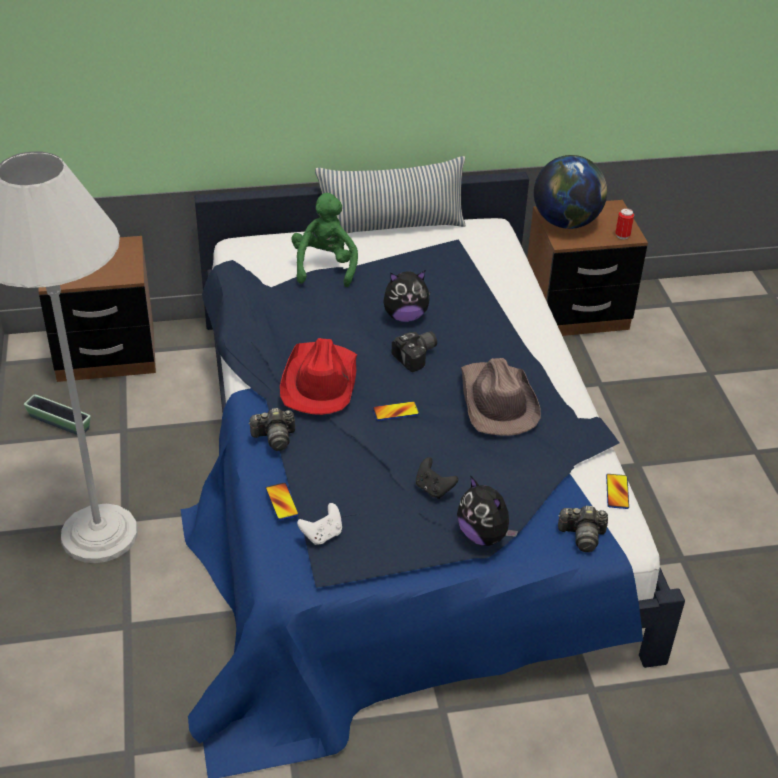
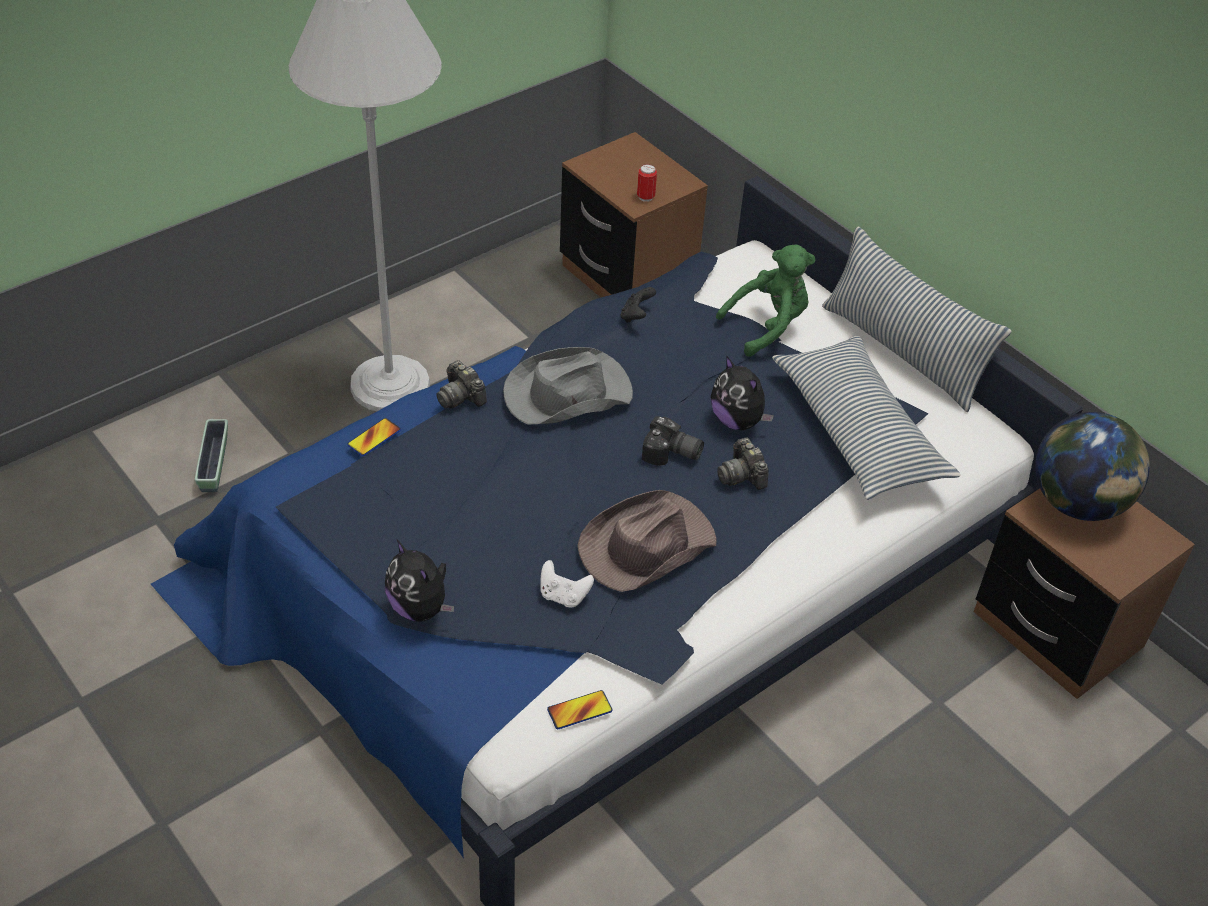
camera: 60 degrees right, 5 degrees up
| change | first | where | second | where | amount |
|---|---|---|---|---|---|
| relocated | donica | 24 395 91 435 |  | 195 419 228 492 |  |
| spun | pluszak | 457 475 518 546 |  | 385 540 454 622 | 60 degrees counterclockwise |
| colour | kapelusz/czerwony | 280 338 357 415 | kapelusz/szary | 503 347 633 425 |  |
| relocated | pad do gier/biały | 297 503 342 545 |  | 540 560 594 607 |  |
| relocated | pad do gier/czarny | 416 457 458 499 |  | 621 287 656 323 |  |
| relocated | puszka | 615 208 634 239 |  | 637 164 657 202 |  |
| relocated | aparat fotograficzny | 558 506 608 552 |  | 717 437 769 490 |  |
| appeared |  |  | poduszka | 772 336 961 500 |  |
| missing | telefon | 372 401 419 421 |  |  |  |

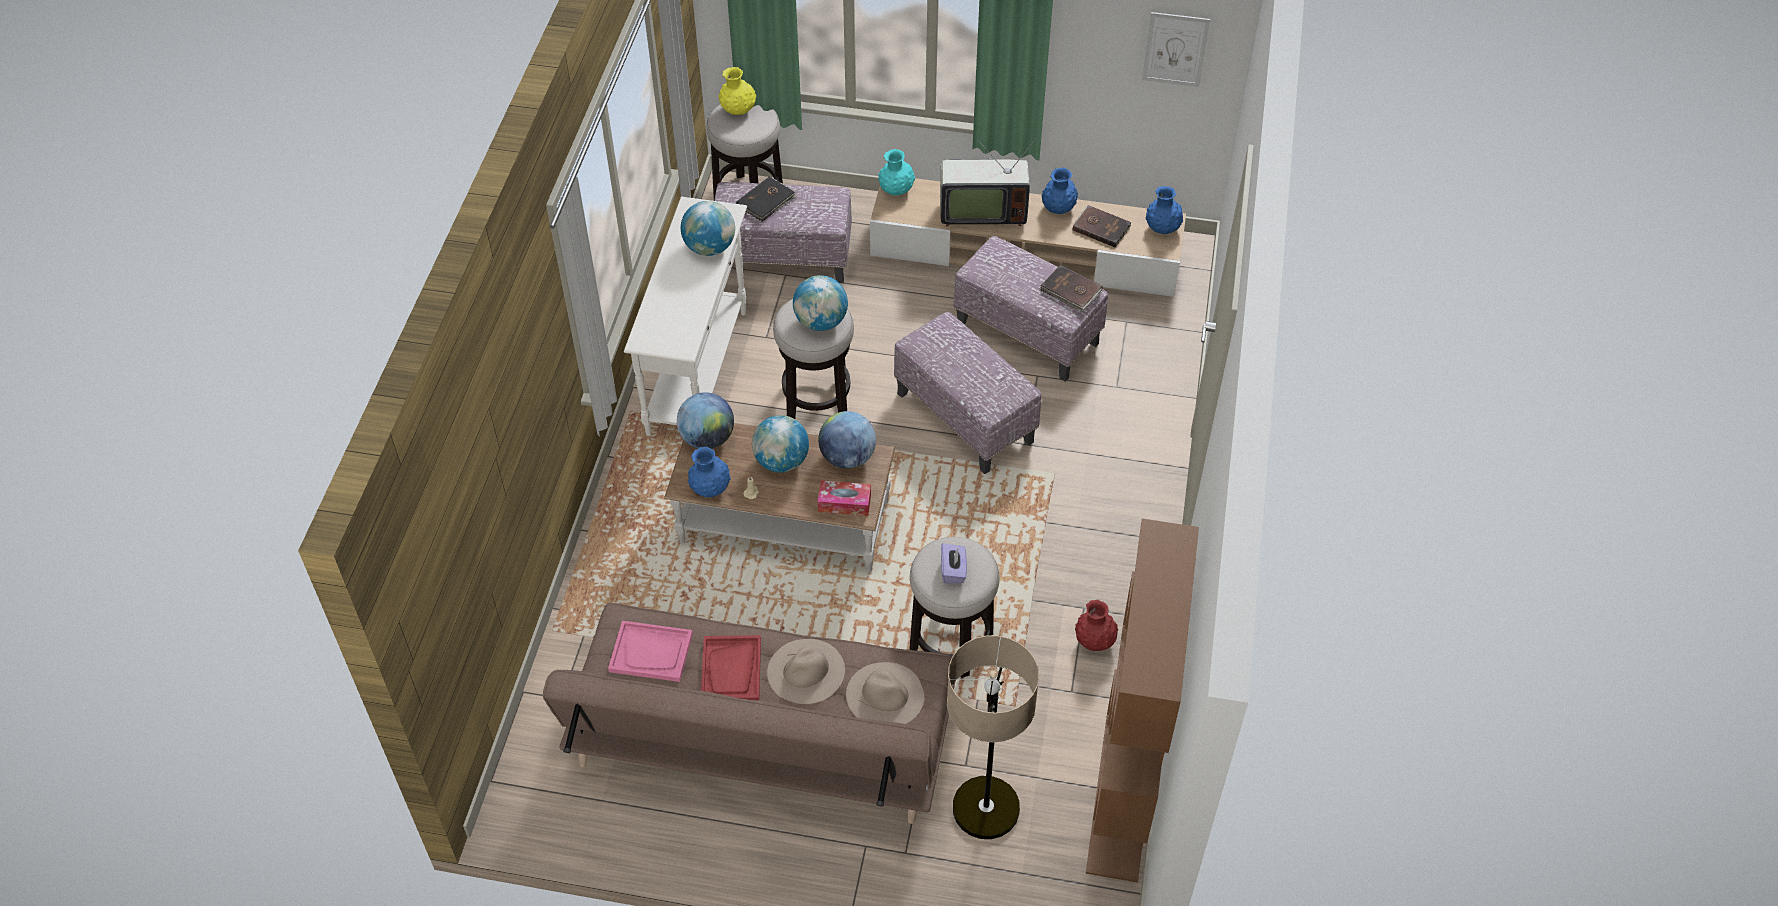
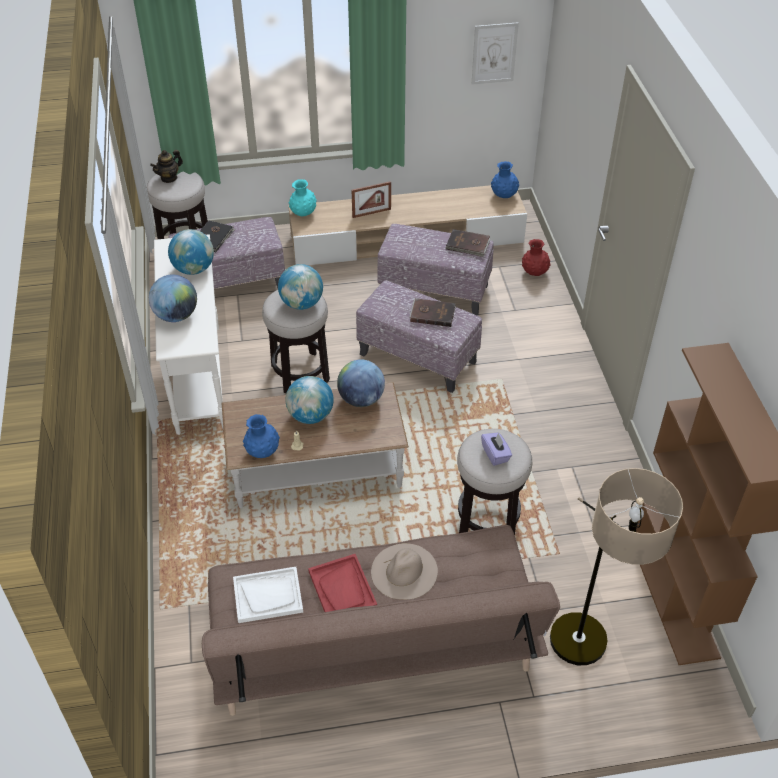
camera: 20 degrees left, 5 degrees down
| change | first | where | second | where | amount |
|---|---|---|---|---|---|
| relocated | globus | 677 392 734 449 |  | 149 275 197 322 |  |
| exchanged | wazon/żółty | 718 67 756 115 | imbryk | 150 150 183 183 |  |
| colour | taca/różowy | 608 621 693 682 | taca/biały | 233 567 303 623 |  |
| exchanged | telewizor | 940 138 1036 226 | ramka na zdjęcie | 351 181 391 218 |  |
| relocated | książka/brązowy | 1073 205 1132 247 |  | 409 298 456 327 |  |
| relocated | wazon/czerwony | 1075 600 1118 651 |  | 522 239 551 276 |  |
| missing | pudełko chusteczek | 818 480 871 516 |  |  |  |
| missing | kapelusz/beżowy | 846 662 924 724 |  |  |  |
| missing | wazon/niebieski | 1041 167 1078 214 |  |  |  |

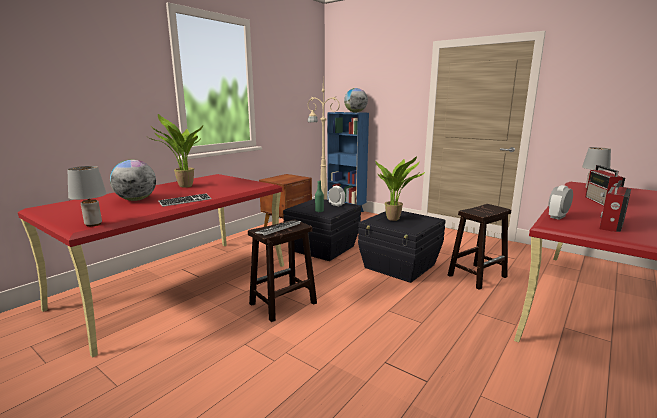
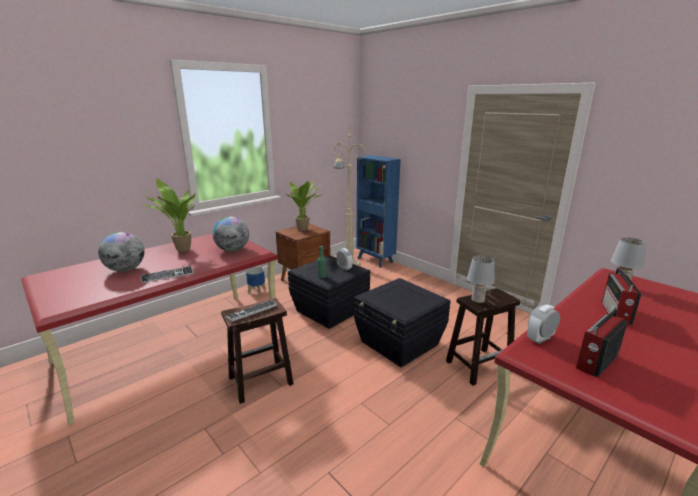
camera: 10 degrees right, 5 degrees up
| change | first | where | second | where | amount |
|---|---|---|---|---|---|
| relocated | globus | 344 88 368 113 |  | 212 216 249 252 |  |
| appeared |  |  | donica | 246 267 265 295 |  |
| relocated | roślina doniczkowa | 375 157 425 221 |  | 286 181 324 231 |  |
| relocated | lampa stołowa/szary | 67 166 107 227 |  | 467 255 495 304 |  |

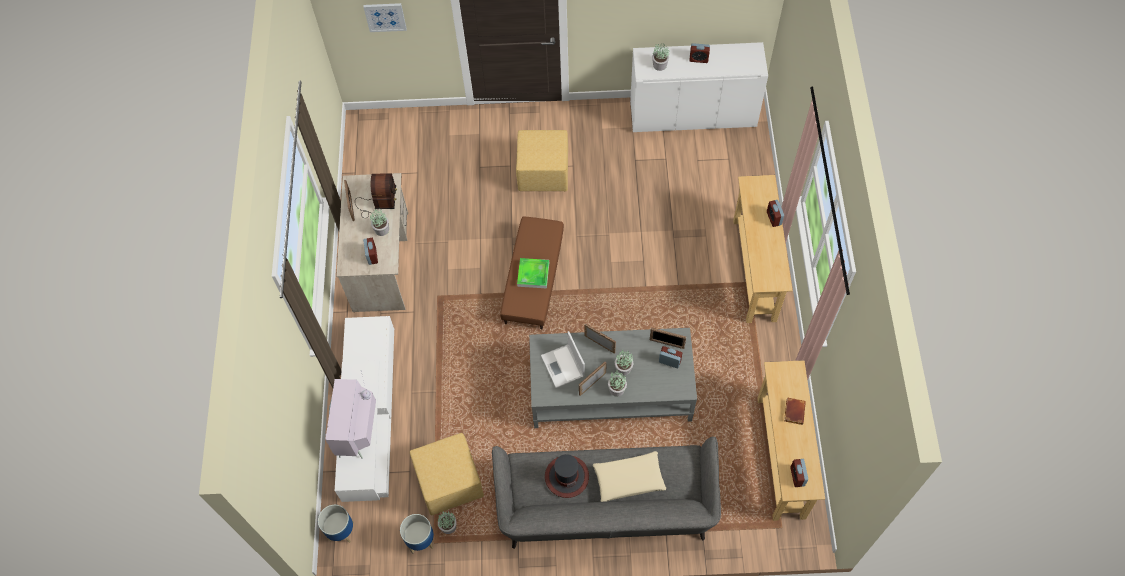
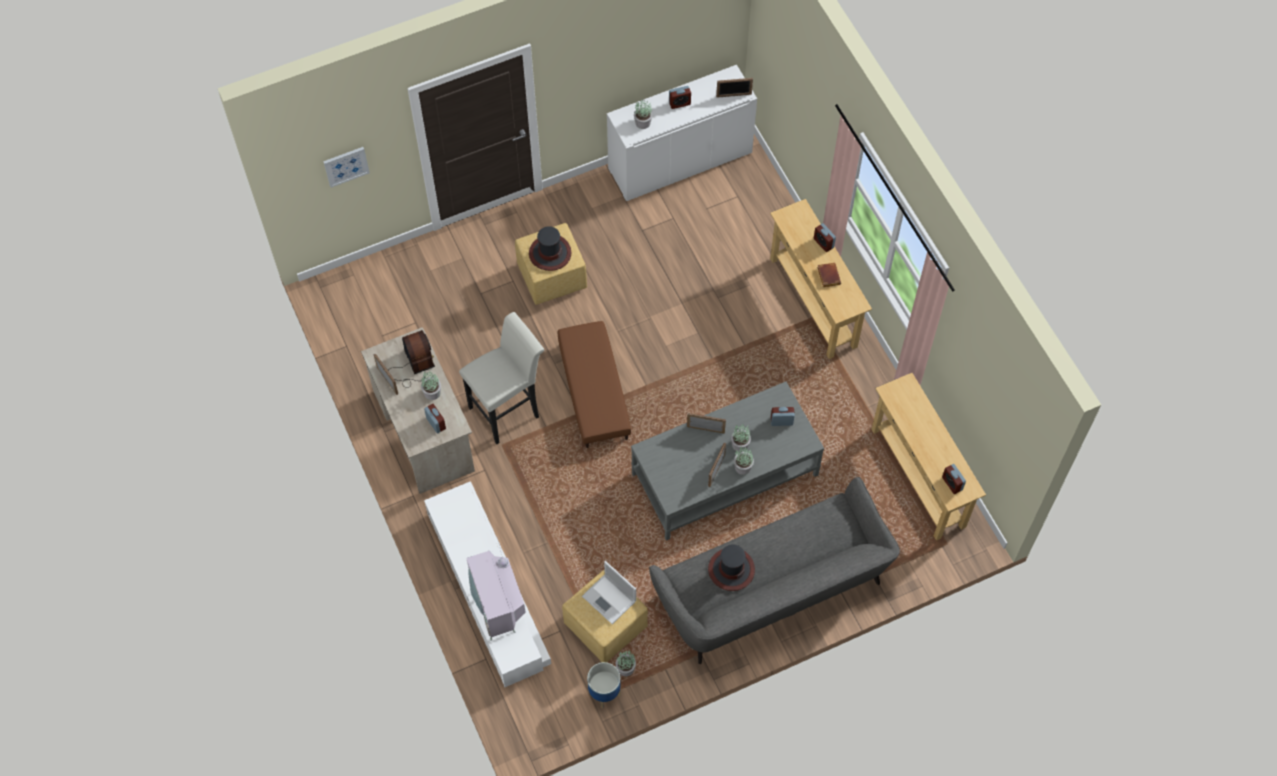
camera: 25 degrees left, 0 degrees up
| change | first | where | second | where | amount |
|---|---|---|---|---|---|
| appeared |  |  | stołek/biały | 459 312 545 444 |  |
| appeared |  |  | kapelusz | 529 226 571 271 |  |
| relocated | laptop | 541 331 585 388 |  | 582 561 636 624 |  |
| relocated | ramka na zdjęcie | 650 328 686 349 |  | 716 78 753 98 |  |
| relocated | książka/brązowy | 784 397 806 425 |  | 817 263 841 287 |  |
| missing | donica | 318 505 354 543 |  |  |  |
| missing | taca | 517 258 549 288 |  |  |  |
| missing | poduszka/beżowy | 593 451 666 502 |  |  |  |

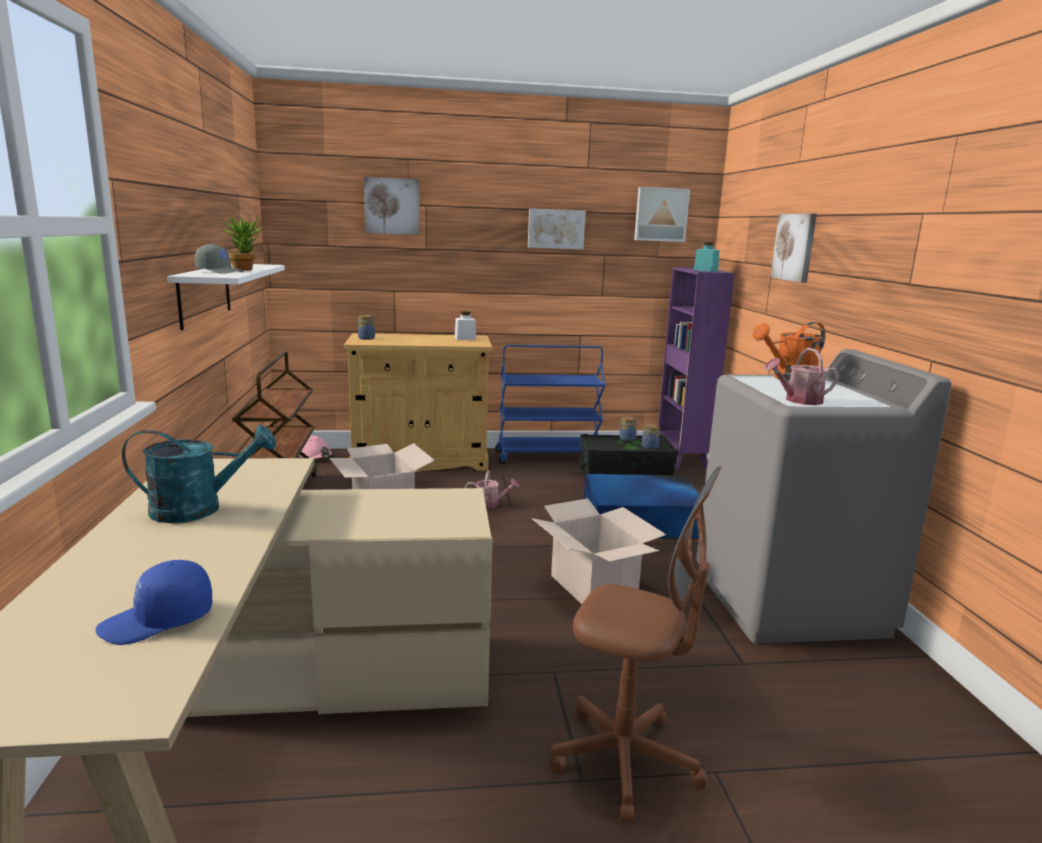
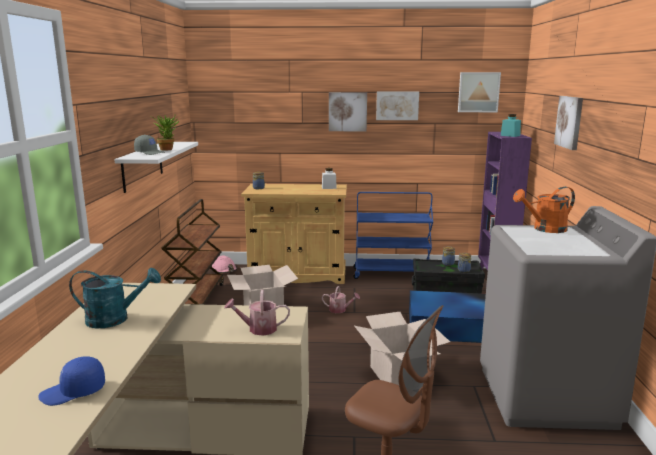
camera: 10 degrees right, 0 degrees up
| change | first | where | second | where | amount |
|---|---|---|---|---|---|
| relocated | konewka | 764 348 839 405 |  | 224 290 290 336 |  |
| relocated | obraz | 364 177 419 235 |  | 329 92 367 131 |  |

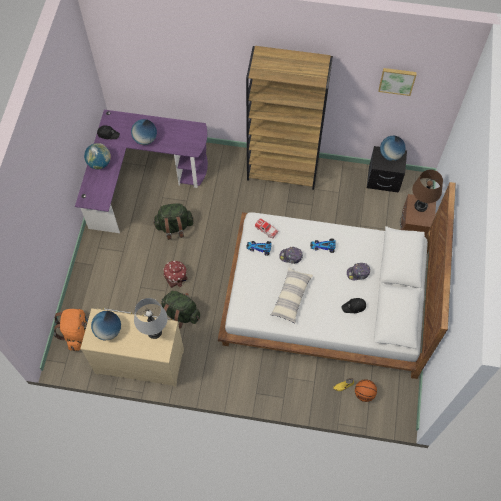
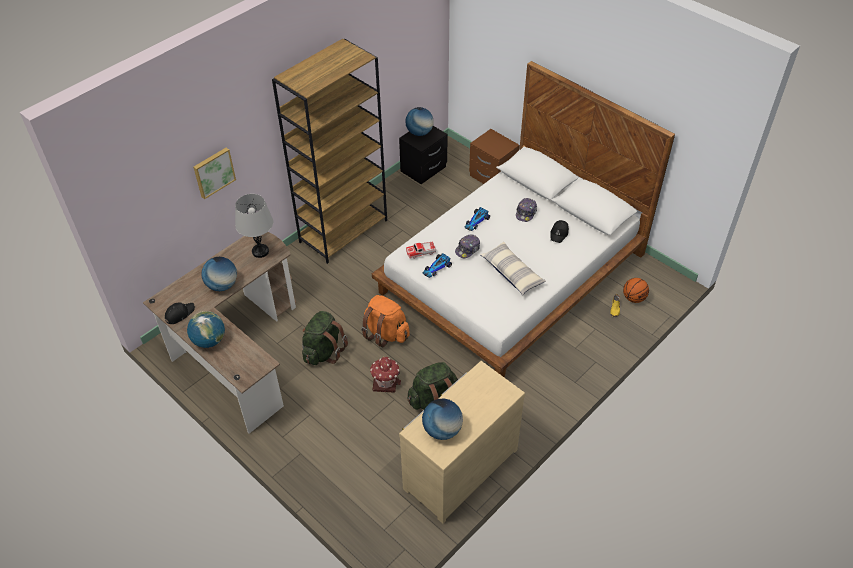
camera: 55 degrees left, 15 degrees down
| change | first | where | second | where | amount |
|---|---|---|---|---|---|
| colour | biurko/fioletowy | 75 110 208 233 | biurko/brązowy | 143 232 296 434 |  |
| relocated | obraz | 378 68 417 96 |  | 193 148 236 199 |  |
| relocated | lampa stołowa/szary | 134 298 168 339 |  | 235 194 273 258 |  |
| relocated | plecak/pomarańczowy | 54 309 88 351 |  | 361 295 410 347 |  |
| missing | lampa stołowa/brązowy | 412 170 443 212 |  |  |  |

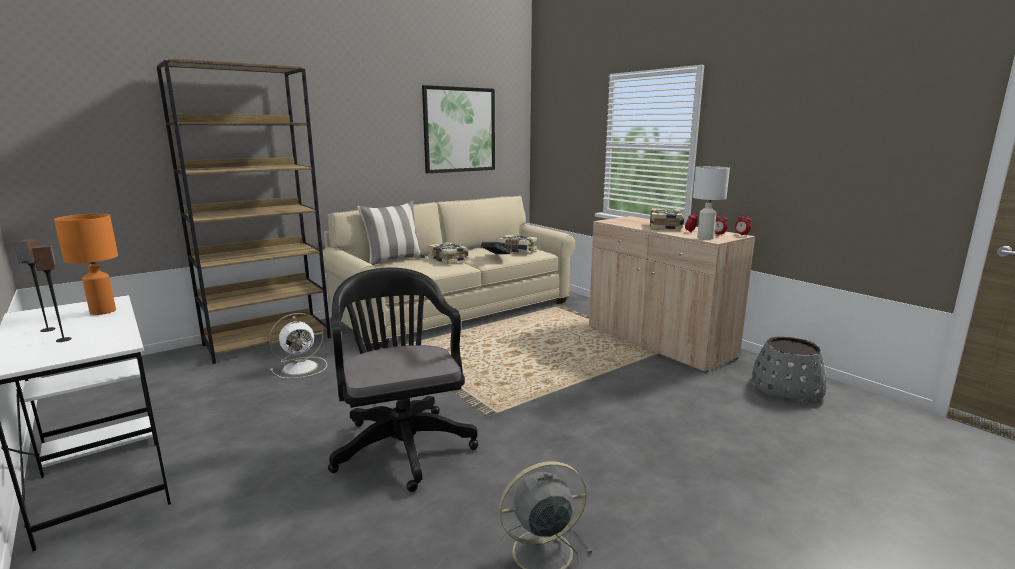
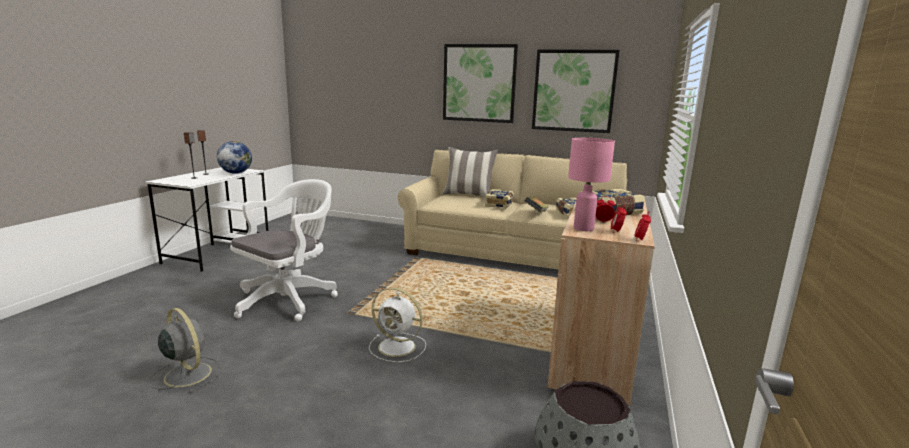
camera: 55 degrees right, 0 degrees up
| change | first | where | second | where | amount |
|---|---|---|---|---|---|
| exchanged | lampa stołowa/pomarańczowy | 54 214 118 315 | globus | 217 141 252 174 |  |
| colour | krzesło biurowe/czarny | 328 267 478 492 | krzesło biurowe/biały | 230 179 338 321 |  |
| relocated | wentylator/biały | 269 313 327 379 |  | 369 288 426 362 |  |
| appeared |  |  | obraz | 443 44 518 123 |  |
| colour | lampa stołowa/biały | 693 166 730 240 | lampa stołowa/różowy | 568 138 615 231 |  |
| missing | regał/brązowy | 156 58 331 364 |  |  |  |

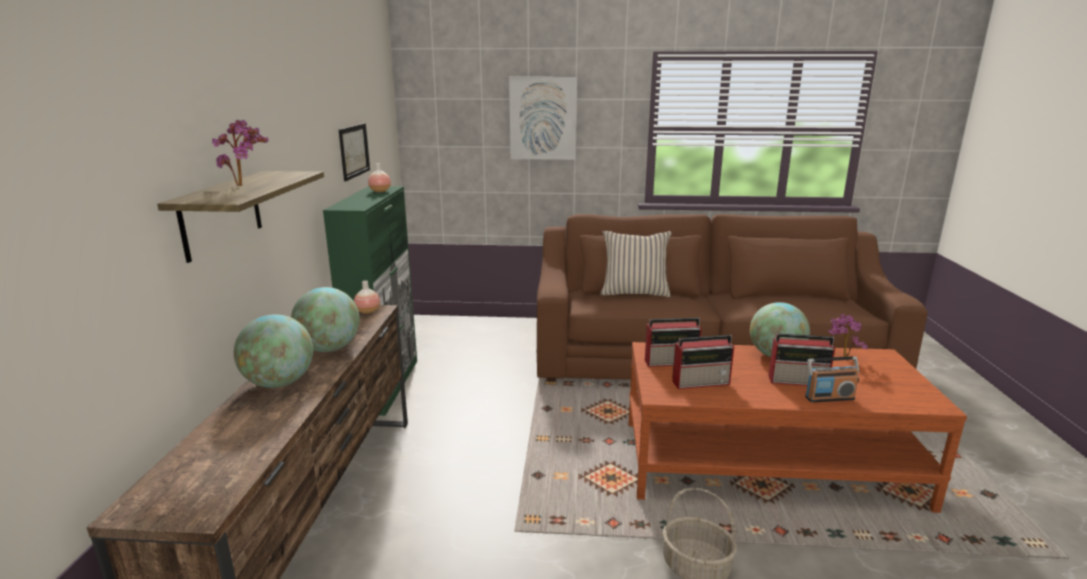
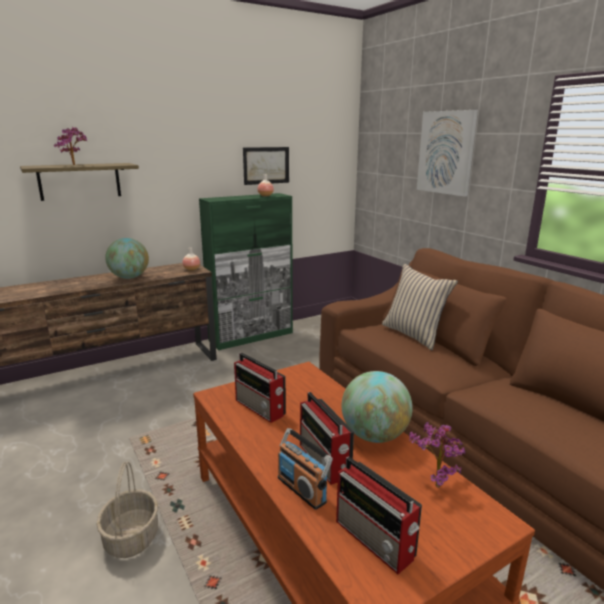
camera: 55 degrees right, 0 degrees up
| change | first | where | second | where | amount |
|---|---|---|---|---|---|
| relocated | radio | 645 318 702 367 |  | 336 456 422 574 |  |
| missing | globus | 234 314 313 388 |  |  |  |

